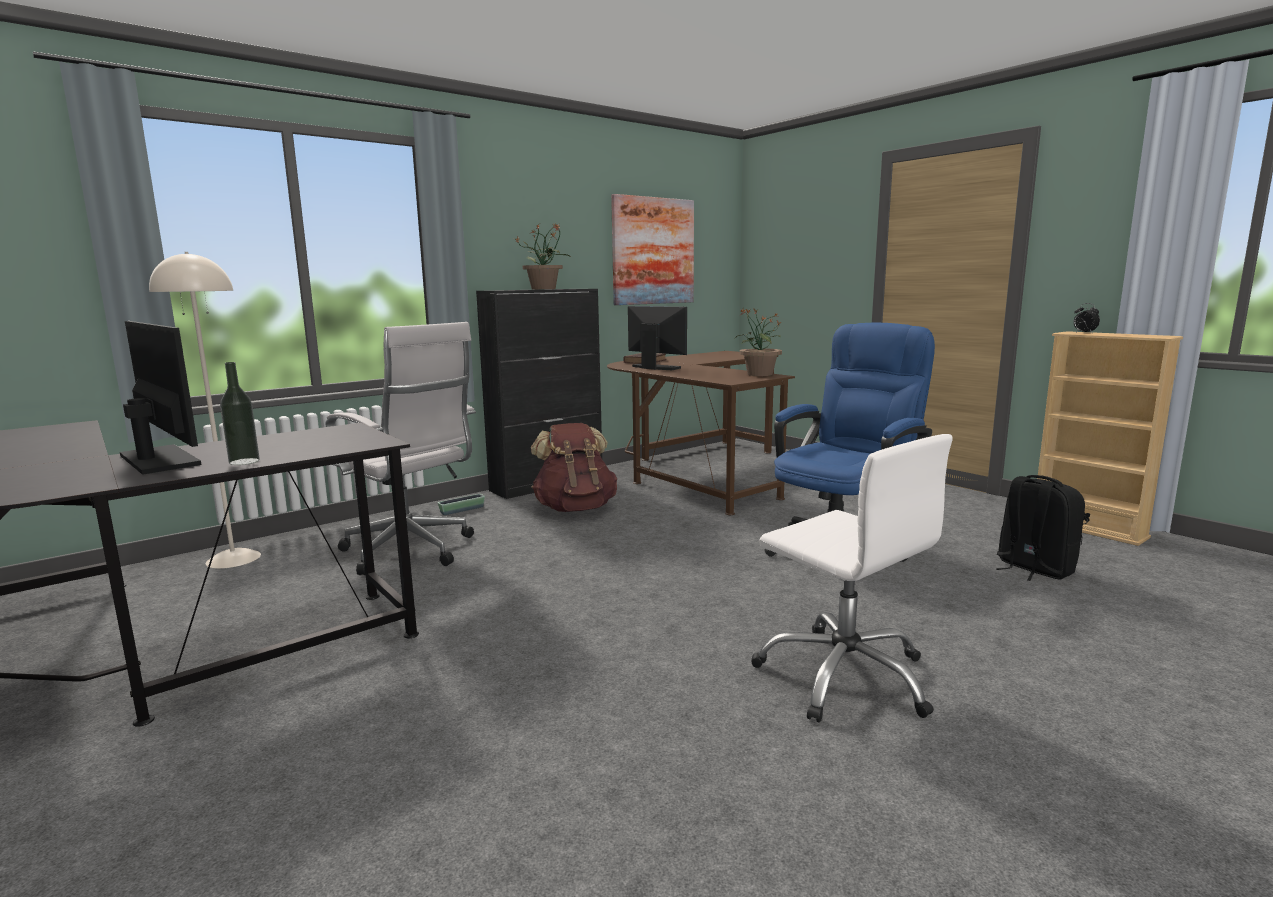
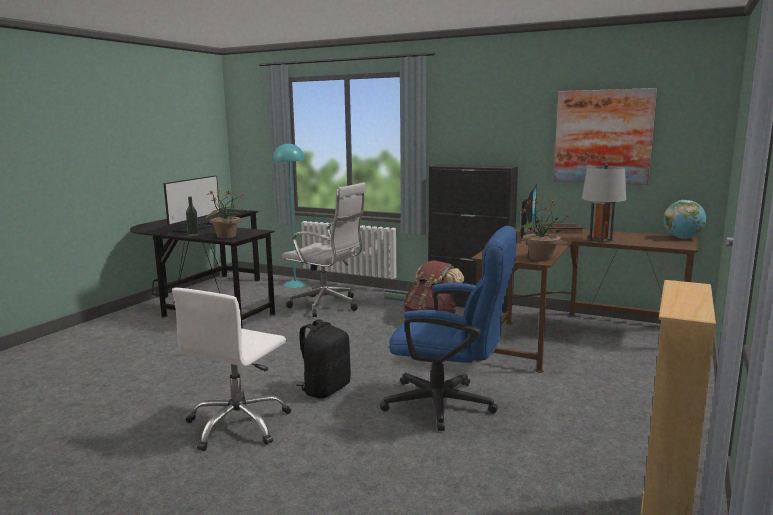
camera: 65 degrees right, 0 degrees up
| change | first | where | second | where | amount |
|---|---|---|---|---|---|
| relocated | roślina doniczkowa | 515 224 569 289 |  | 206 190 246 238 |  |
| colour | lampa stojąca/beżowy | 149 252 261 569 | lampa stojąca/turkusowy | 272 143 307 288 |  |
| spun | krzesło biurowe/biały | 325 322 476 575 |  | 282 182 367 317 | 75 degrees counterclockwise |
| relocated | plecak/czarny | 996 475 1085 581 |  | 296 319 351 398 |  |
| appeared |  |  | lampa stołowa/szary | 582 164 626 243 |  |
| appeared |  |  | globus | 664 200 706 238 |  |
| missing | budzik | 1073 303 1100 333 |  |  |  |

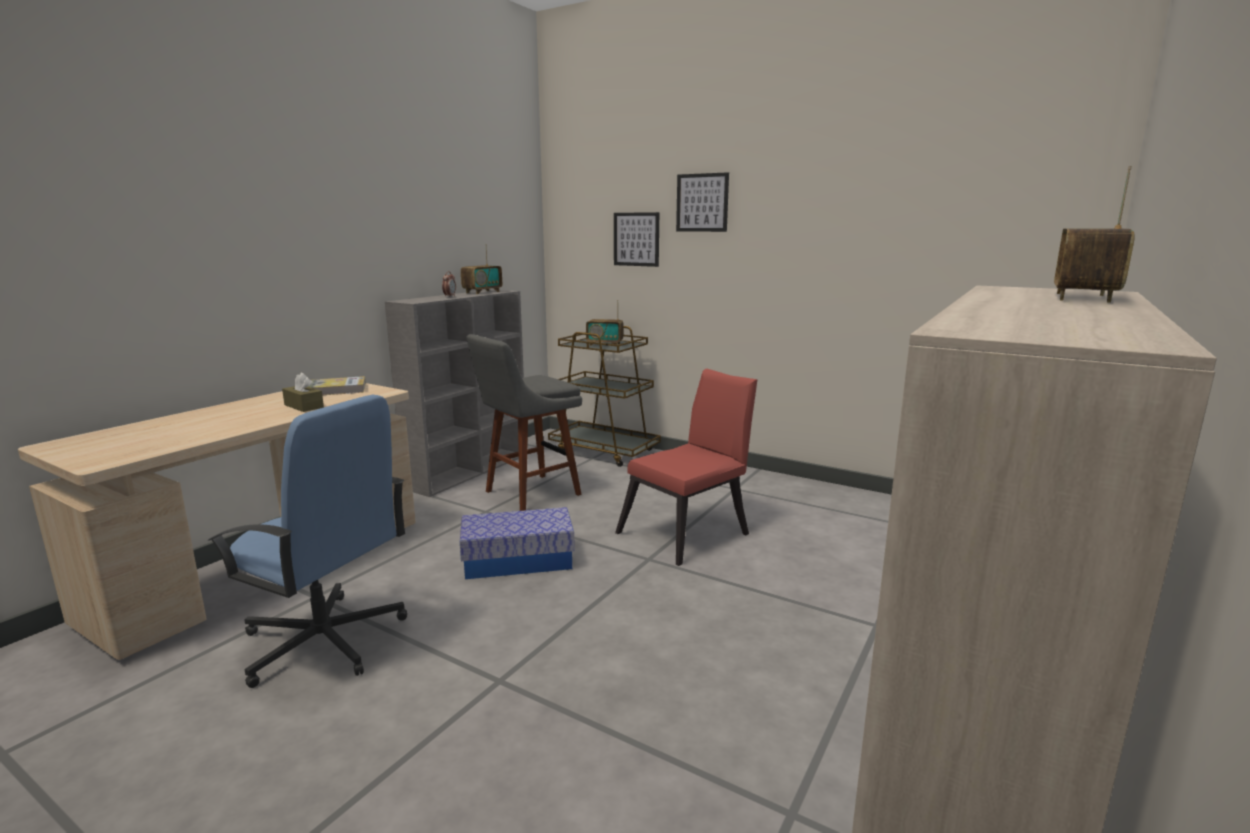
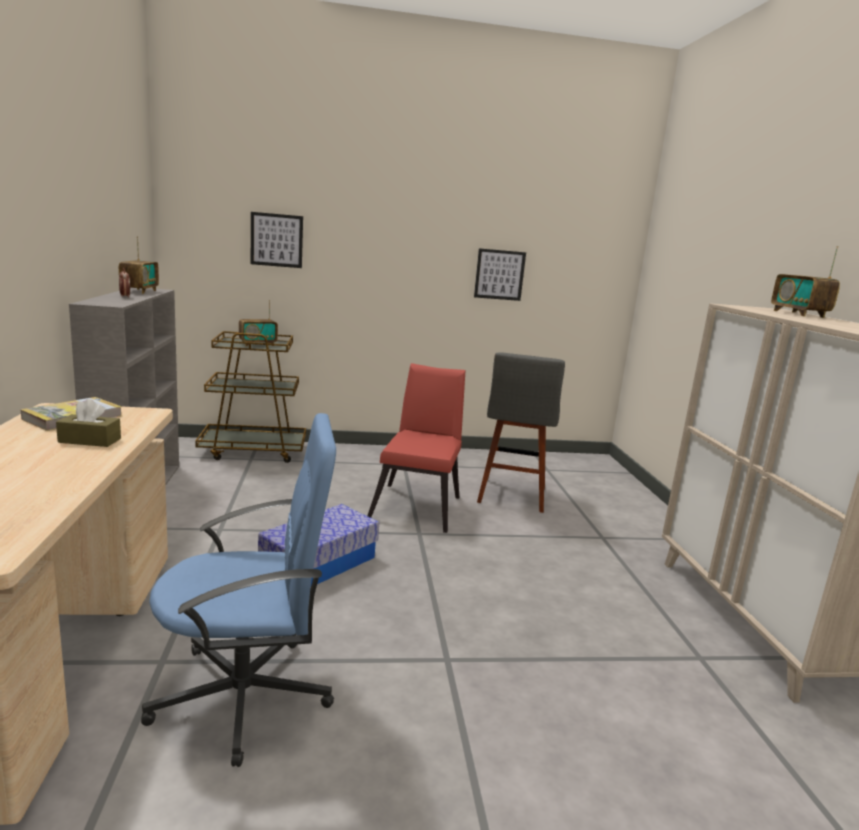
camera: 40 degrees left, 0 degrees up
| change | first | where | second | where | amount |
|---|---|---|---|---|---|
| relocated | obraz | 676 172 729 232 |  | 474 248 526 301 |  |
| relocated | stołek/szary | 467 334 582 511 |  | 477 352 565 513 |  |

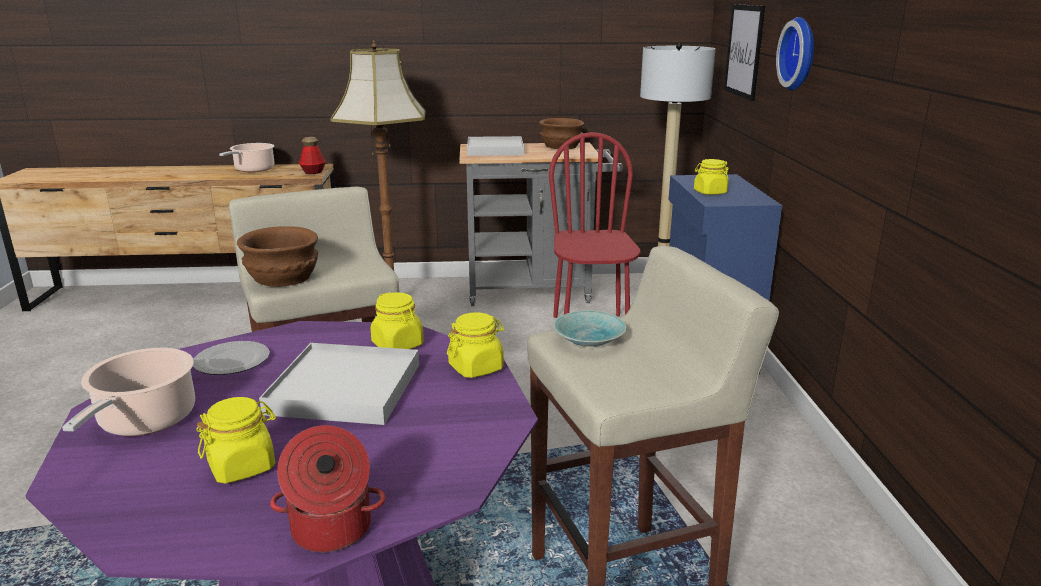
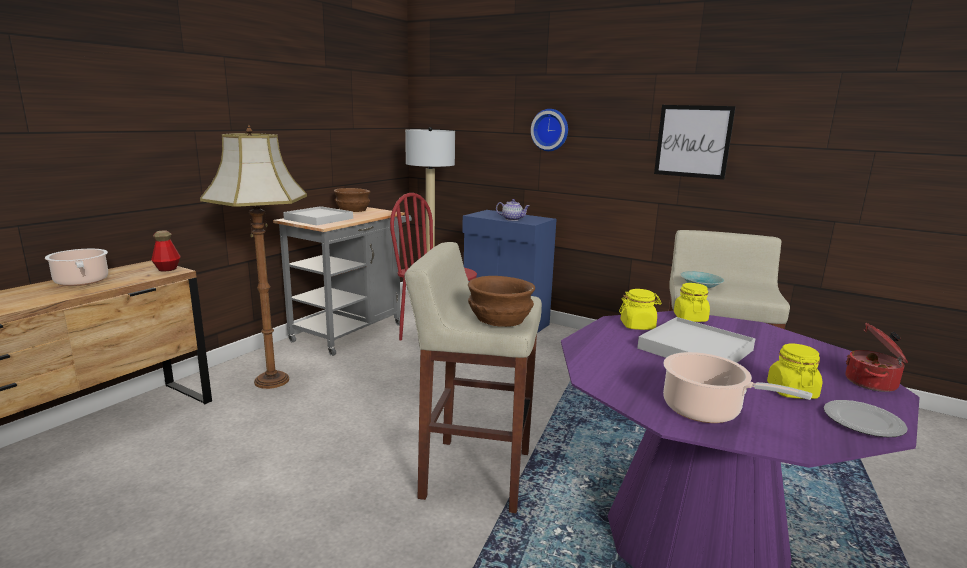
camera: 55 degrees left, 5 degrees down
| change | first | where | second | where | amount |
|---|---|---|---|---|---|
| exchanged | słoik/żółty | 694 159 729 195 | imbryk | 496 199 530 221 |  |
| relocated | obraz | 724 4 766 101 |  | 654 105 736 180 |  |
| relocated | talerz | 193 341 270 375 |  | 824 400 908 437 |  |

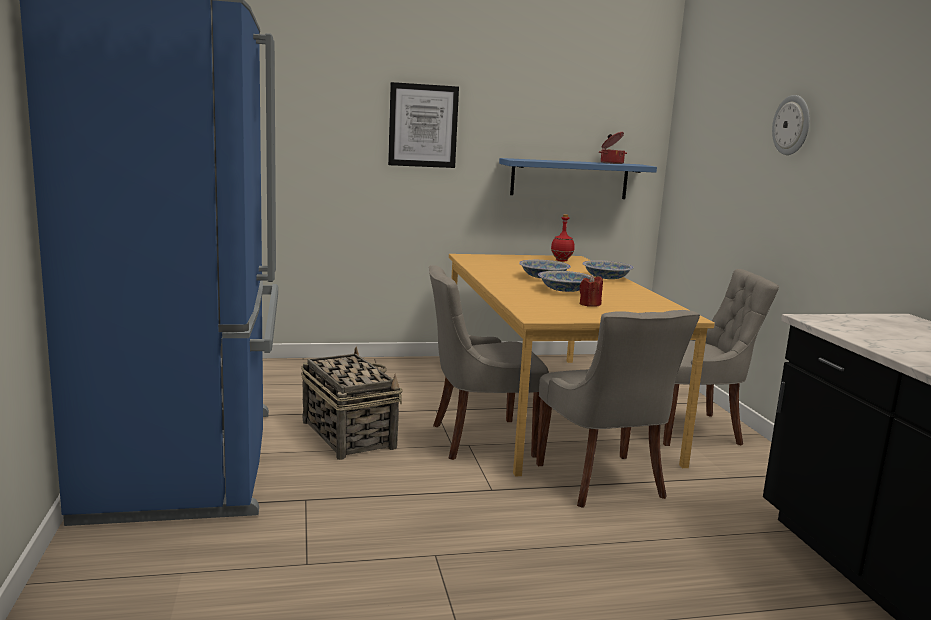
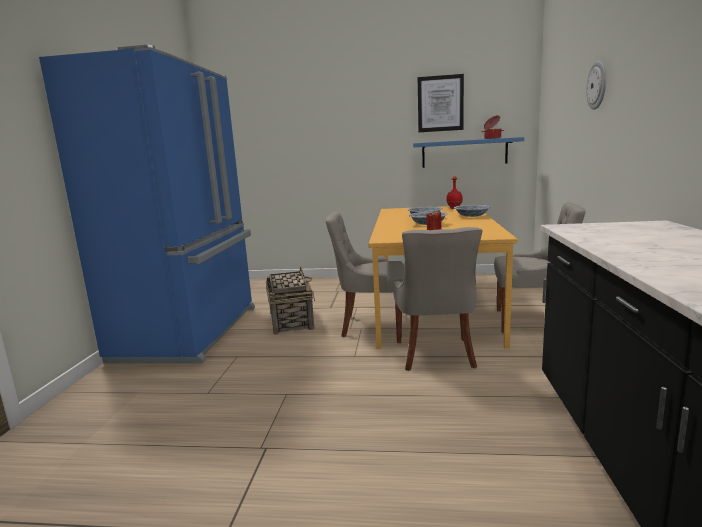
camera: 20 degrees right, 0 degrees up
| change | first | where | second | where | amount |
|---|---|---|---|---|---|
| relocated | obraz | 388 82 459 168 |  | 417 74 464 132 |  |

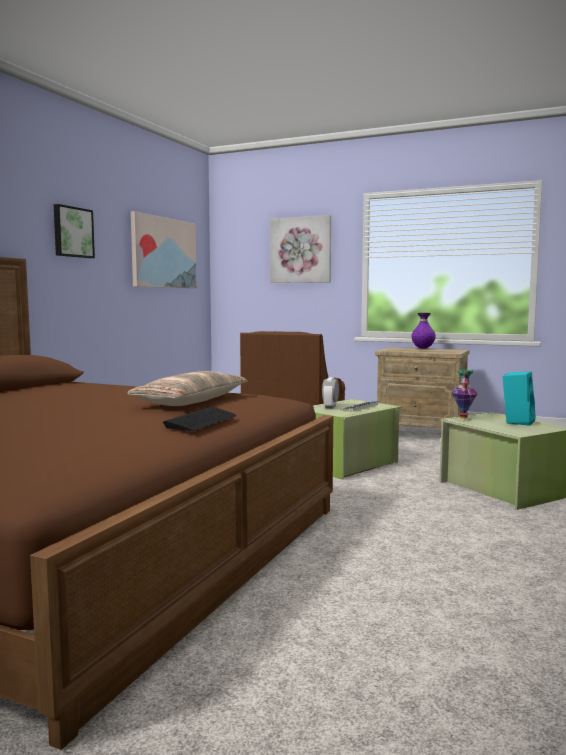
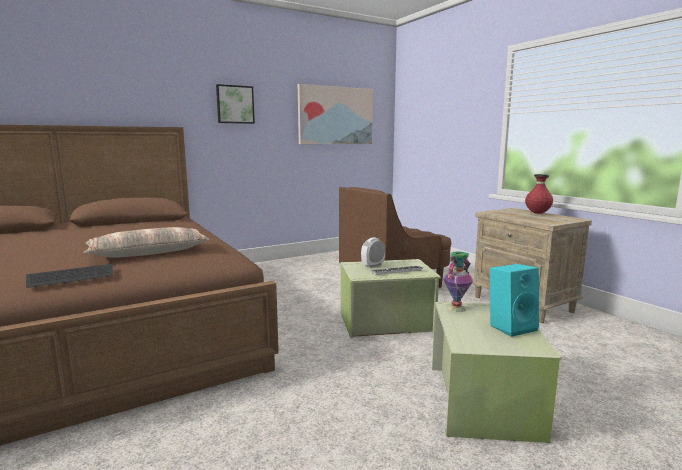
camera: 35 degrees right, 5 degrees up
| change | first | where | second | where | amount |
|---|---|---|---|---|---|
| colour | wazon/fioletowy | 411 313 436 349 | wazon/czerwony | 525 174 553 214 |  |
| missing | obraz | 270 215 331 283 |  |  |  |

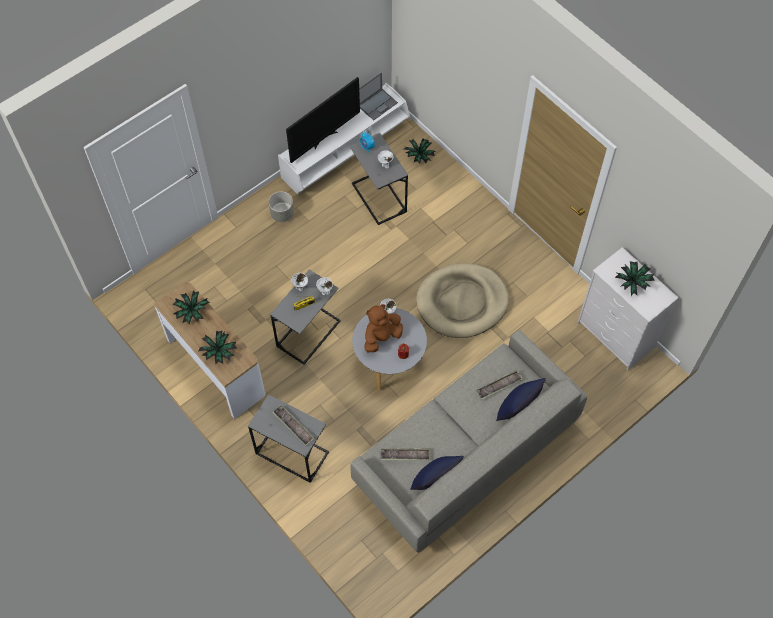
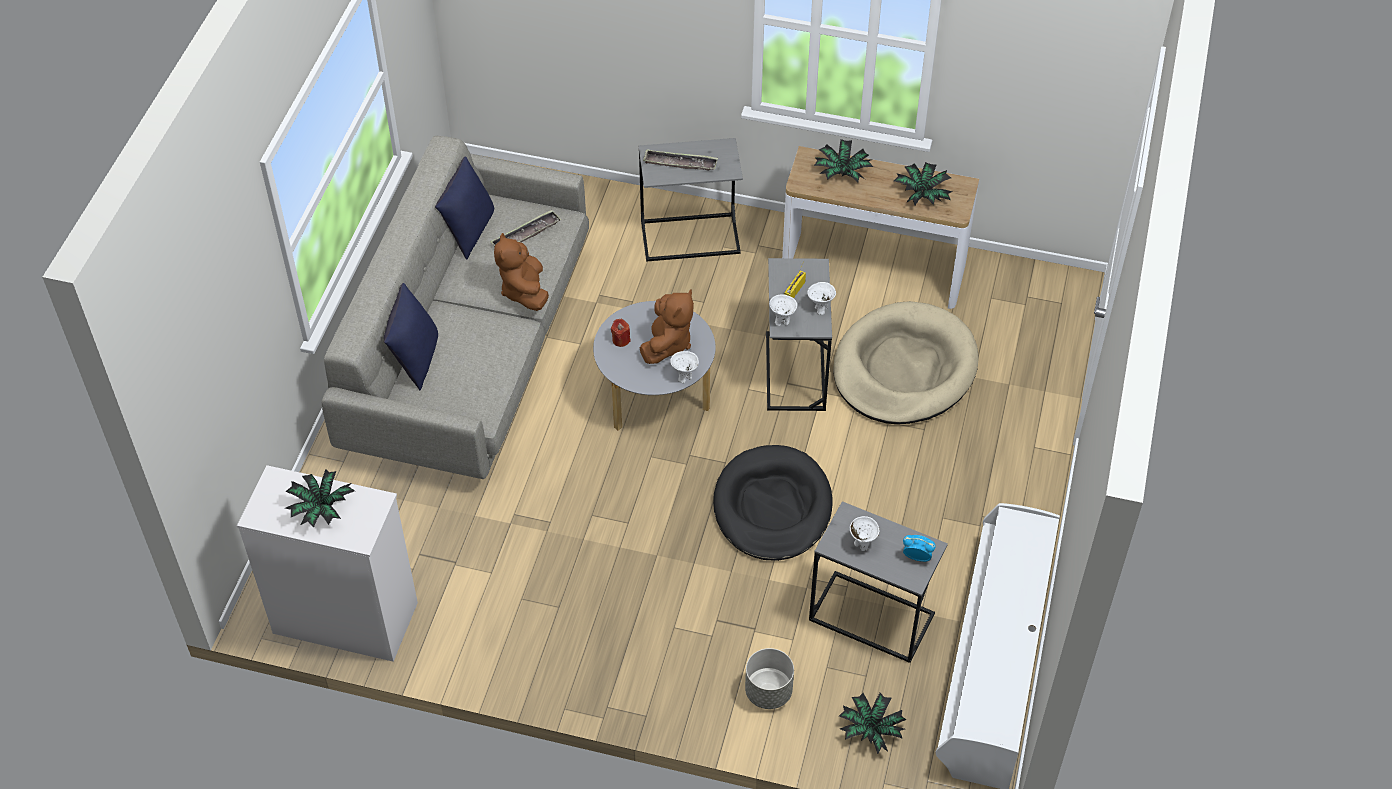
camera: 145 degrees right, 10 degrees down
| change | first | where | second | where | amount |
|---|---|---|---|---|---|
| appeared |  |  | pluszak/brązowy | 494 233 549 311 |  |
| appeared |  |  | legowisko/czarny | 713 445 832 561 |  |
| relocated | donica/szary | 269 192 294 222 |  | 745 648 794 709 |  |
| relocated | legowisko/beżowy | 416 263 509 338 |  | 833 301 979 424 |  |
| missing | telewizor | 286 77 360 163 |  |  |  |
| missing | laptop | 359 72 398 121 |  |  |  |
| missing | taca | 476 370 523 400 |  |  |  |

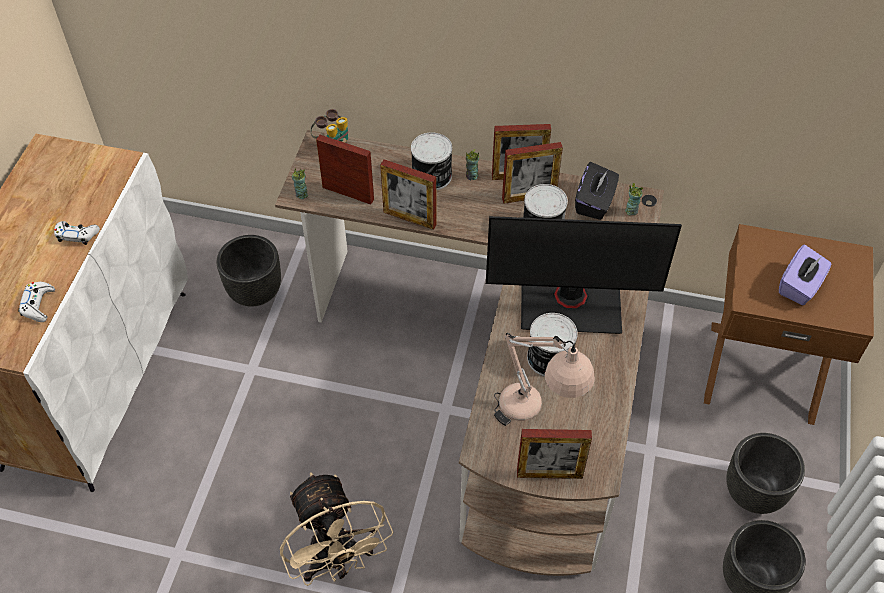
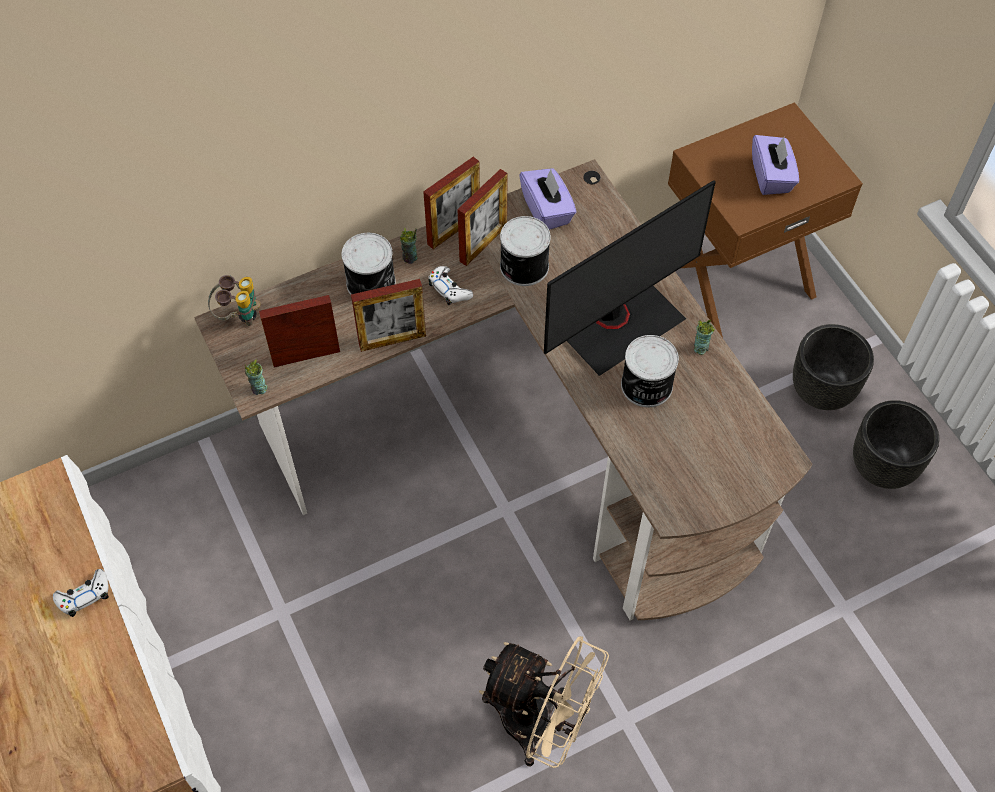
camera: 40 degrees left, 5 degrees up
| change | first | where | second | where | amount |
|---|---|---|---|---|---|
| relocated | pad do gier/biały | 18 282 55 322 |  | 428 266 473 305 |  |
| colour | pudełko chusteczek/czarny | 575 162 619 220 | pudełko chusteczek/fioletowy | 519 168 577 230 |  |
| relocated | filiżanka | 625 183 643 215 |  | 694 320 715 355 |  |
| missing | donica/czarny | 217 235 281 307 |  |  |  |
| missing | lampa stołowa/beżowy | 494 333 595 426 |  |  |  |
| missing | ramka na zdjęcie | 517 429 592 479 |  |  |  |

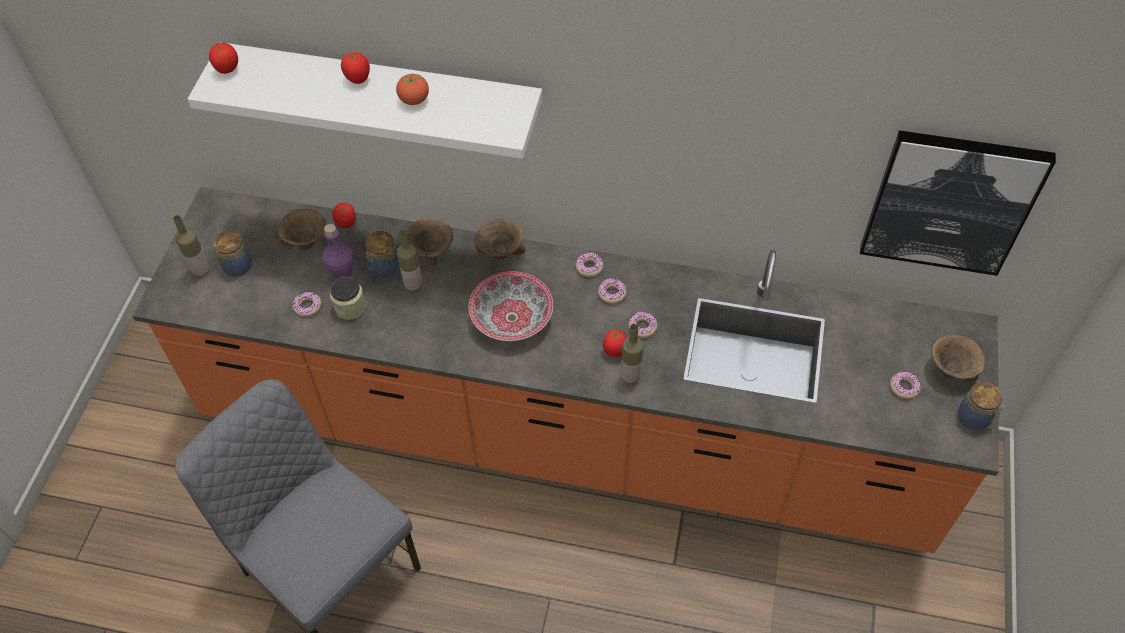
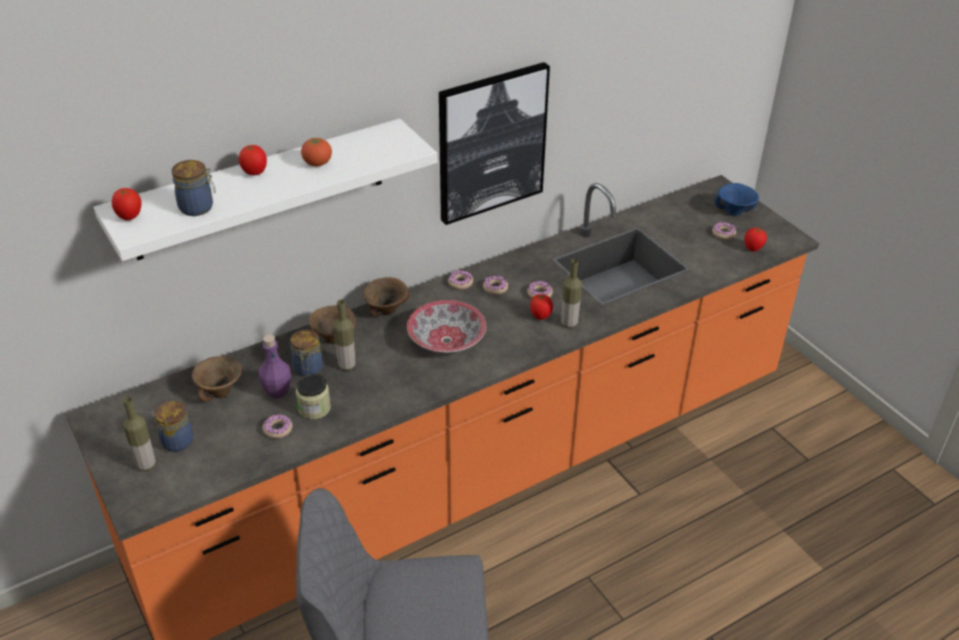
camera: 45 degrees left, 15 degrees down
| change | first | where | second | where | amount |
|---|---|---|---|---|---|
| relocated | słoik | 958 382 1005 430 |  | 172 160 216 216 |  |
| relocated | obraz | 860 130 1056 276 |  | 439 62 550 225 |  |
| colour | miska/brązowy | 932 335 985 382 | miska/niebieski | 714 183 759 216 |  |
| relocated | pomidor | 332 203 356 228 |  | 744 228 767 252 |  |

